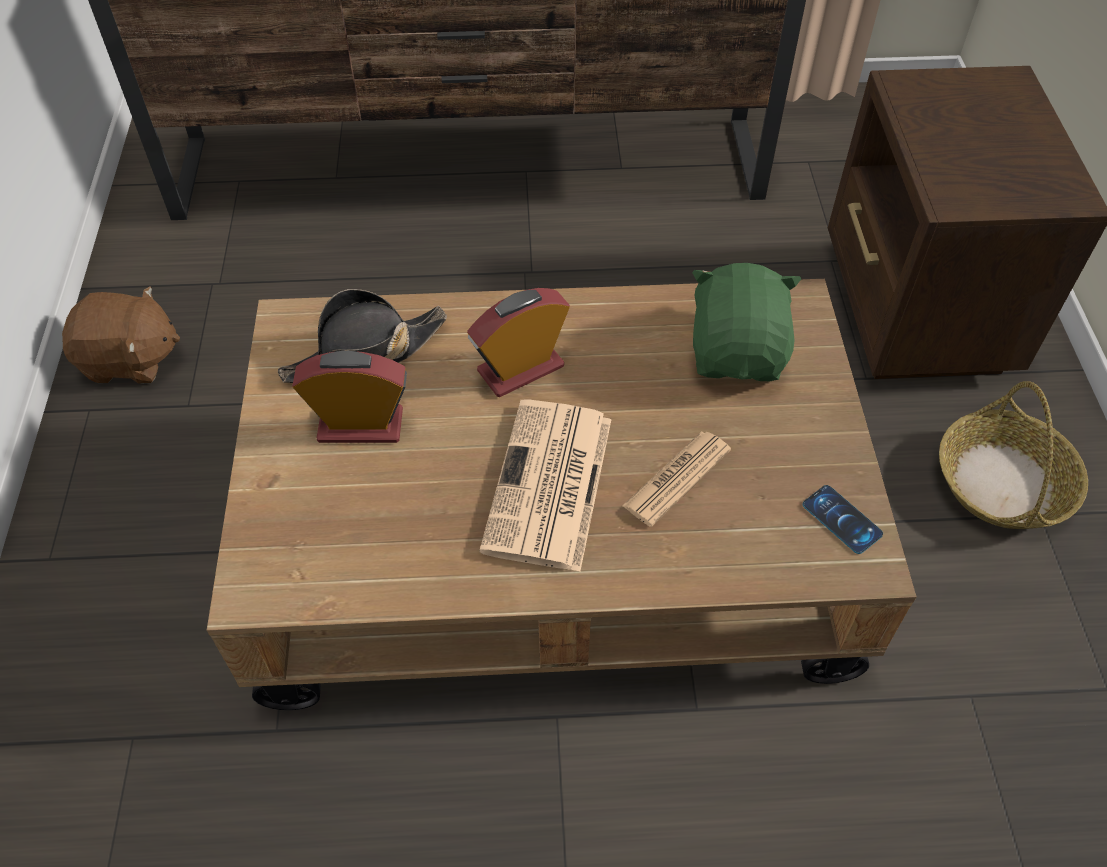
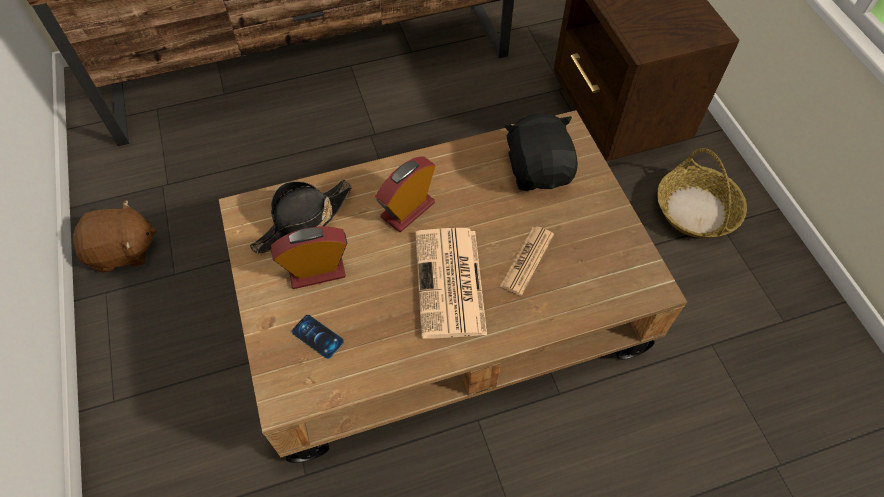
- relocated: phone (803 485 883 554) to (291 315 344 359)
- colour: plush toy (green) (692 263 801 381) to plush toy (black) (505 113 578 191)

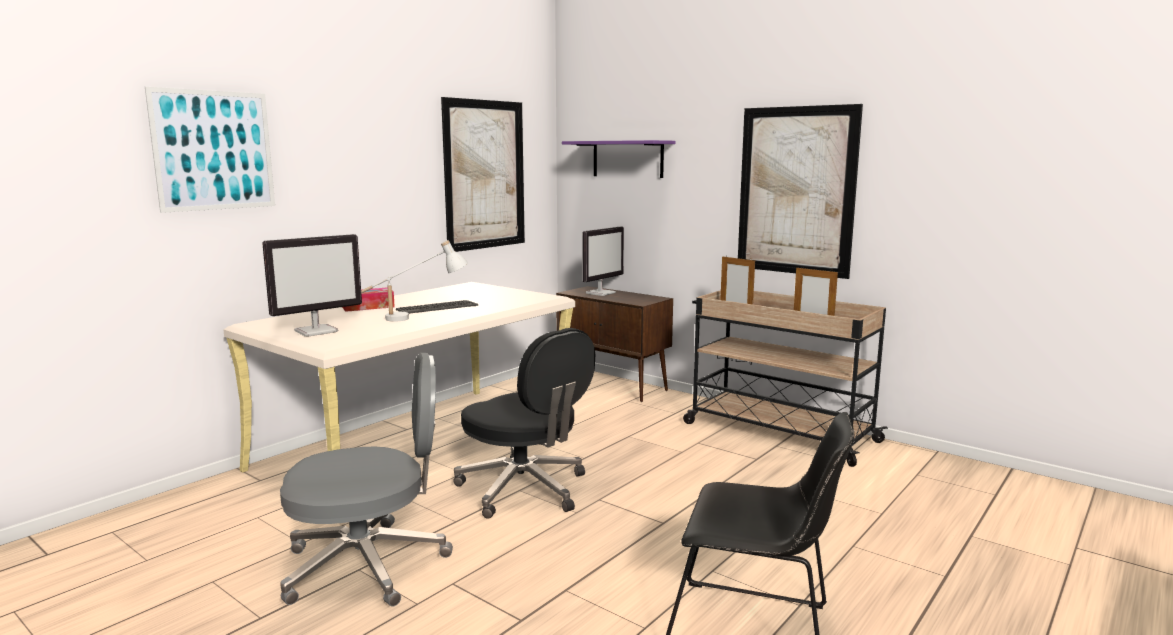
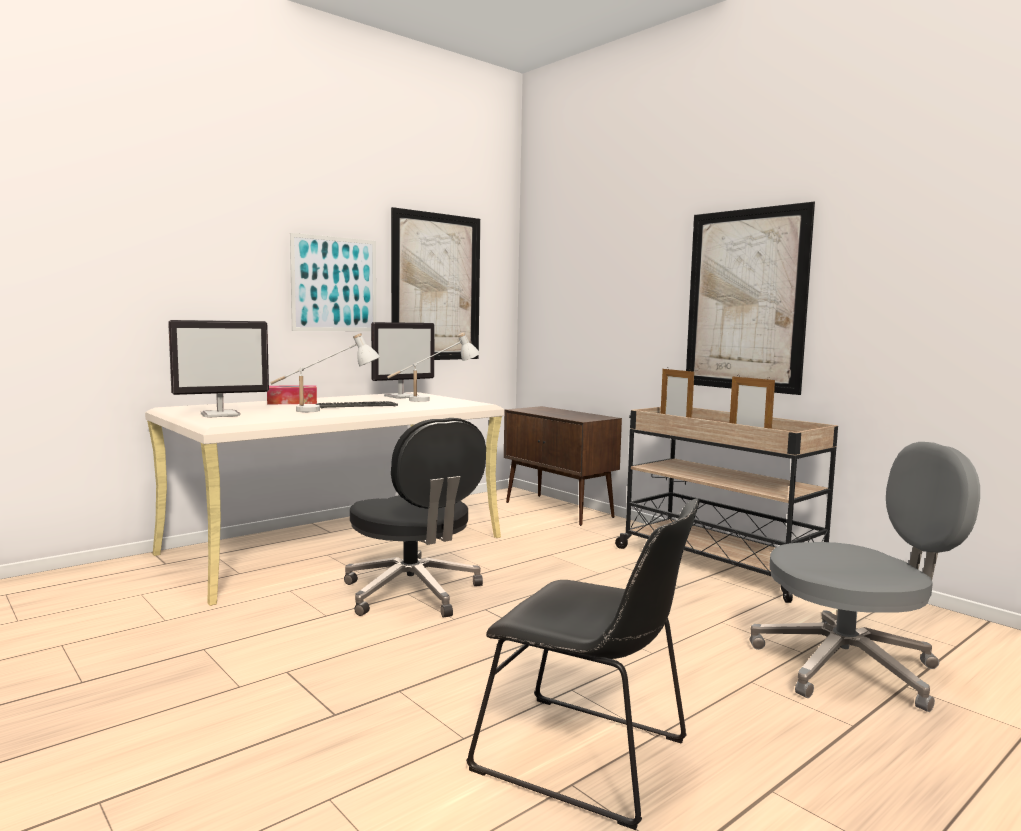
- missing: shelf (purple) (562 140 675 178)
- appeared: table lamp (white) (387 332 480 402)
- relocated: picture (145 87 275 213) to (290 233 376 331)
- relocated: office chair (grey) (280 353 453 607) to (750 442 980 712)
- relocated: monitor (583 226 624 296) to (371 322 435 399)

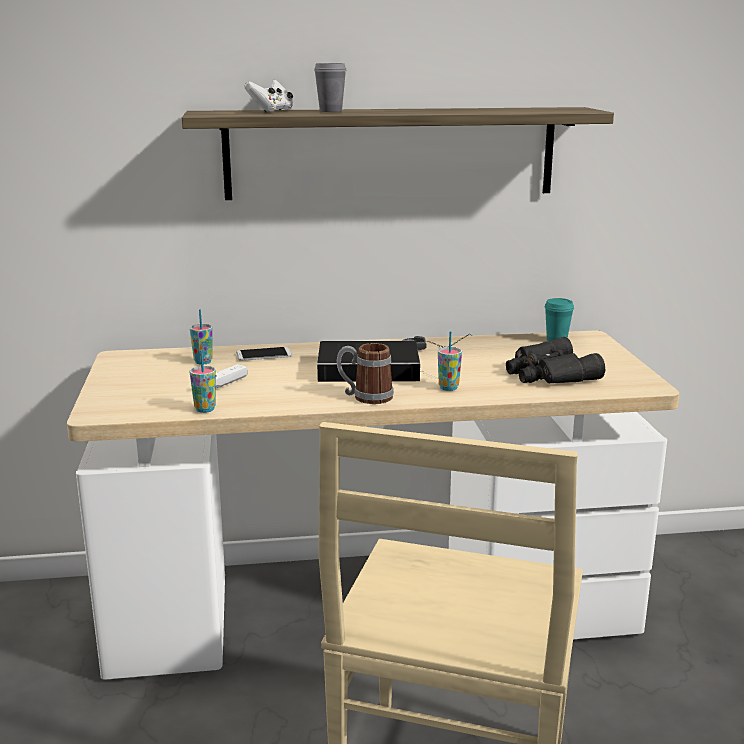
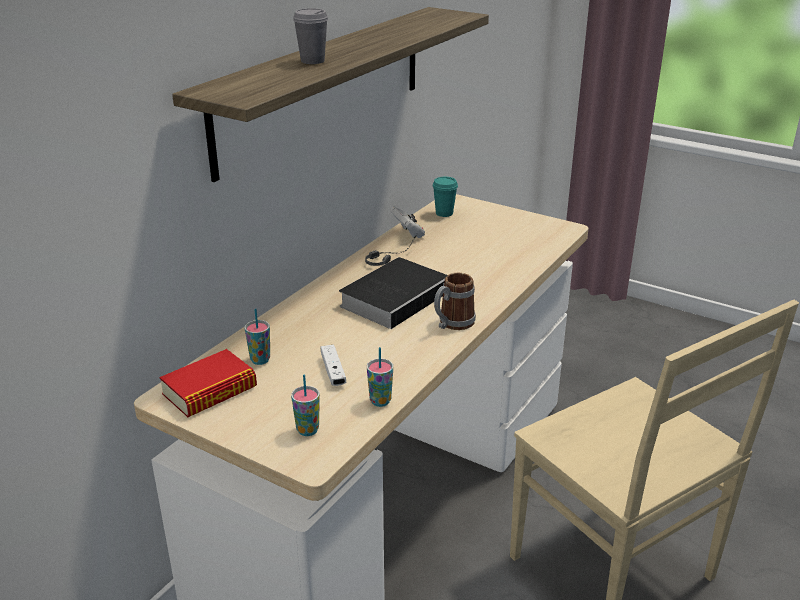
- missing: phone (236 347 292 361)
- missing: binoculars (black) (506 337 605 383)
- appeared: book (160 349 257 417)
- relocated: game controller (white) (245 80 293 112) to (390 206 425 238)
- relocated: cup (438 332 462 391) to (291 375 320 436)

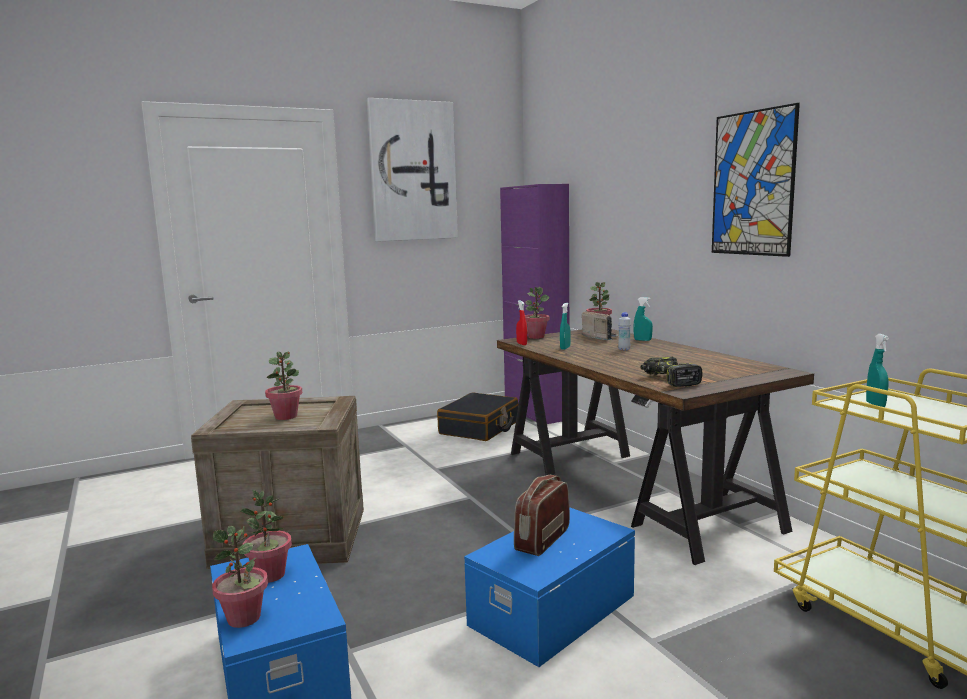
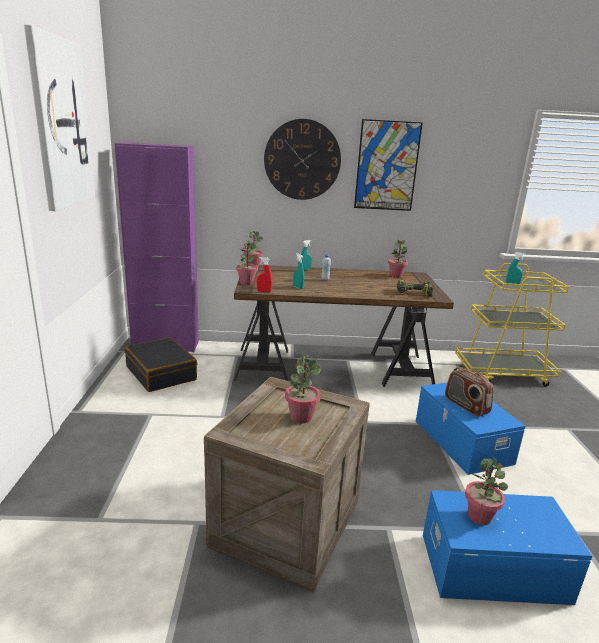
- missing: radio (582 311 619 340)
- appeared: wall clock (264 119 341 200)
- relocated: potted plant (212 525 268 628) to (388 240 408 278)

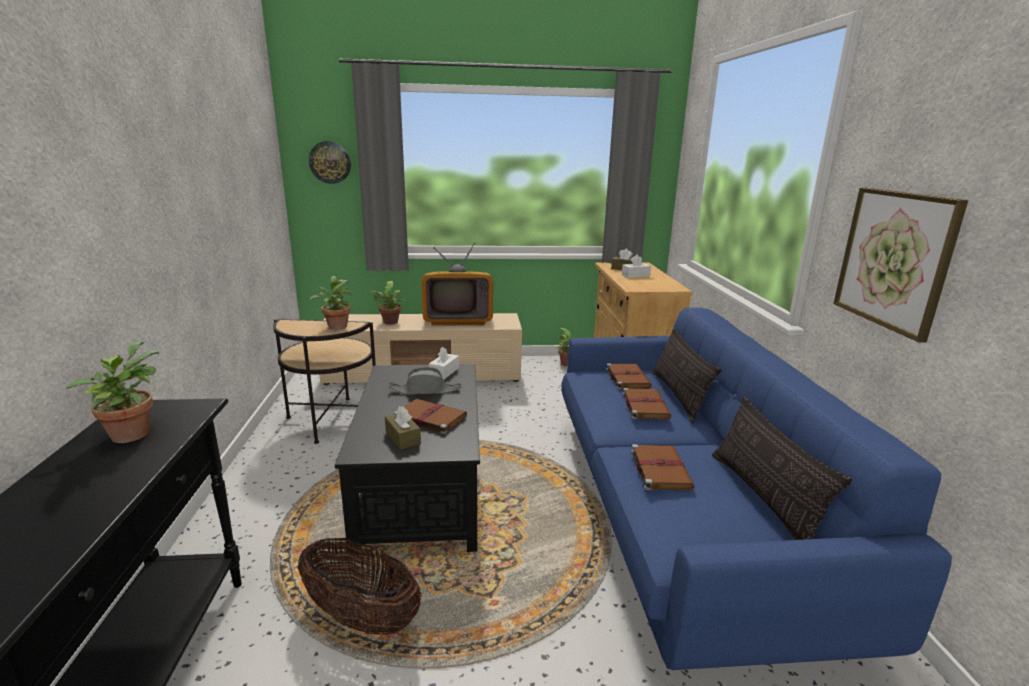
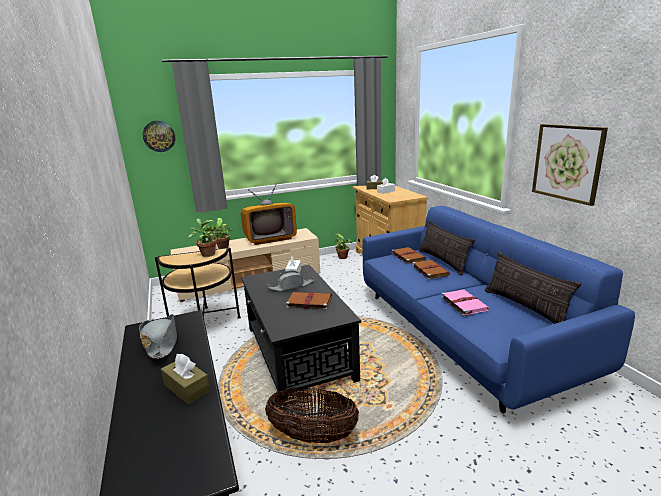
- relocated: tissue box (brown) (385 406 421 450) to (161 353 210 405)
- exchanged: potted plant (66 341 159 443) to hat (grey) (139 314 177 359)
- colour: book (brown) (631 444 695 490) to book (pink) (441 289 490 316)

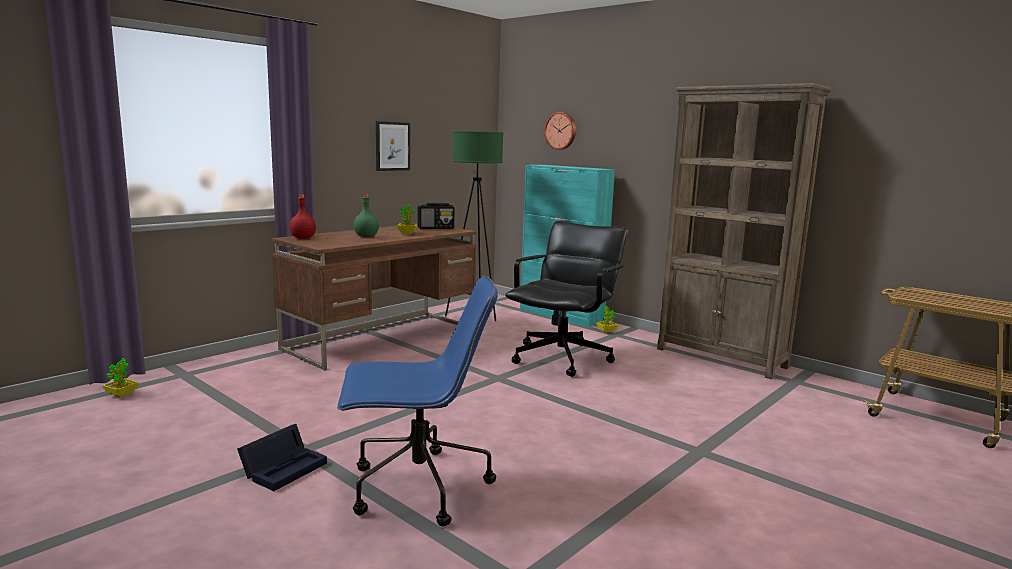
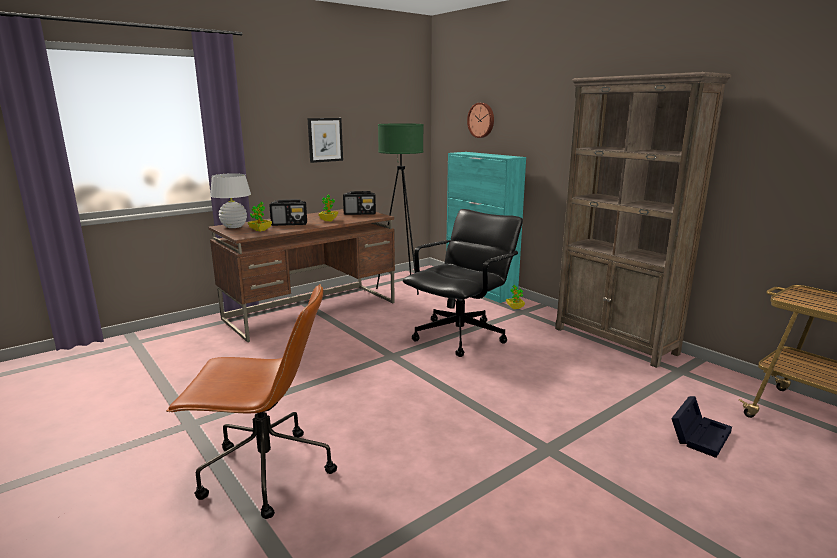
- relocated: potted plant (103 358 138 397) to (248 202 272 231)
- relocated: storage box (black) (237 424 327 491) to (671 396 732 458)
- exchanged: bottle (red) (289 194 316 239) to table lamp (white) (210 173 251 228)
- exchanged: bottle (green) (353 194 379 237) to radio (269 199 307 226)
- colour: office chair (blue) (337 276 498 527) to office chair (brown) (166 284 337 519)

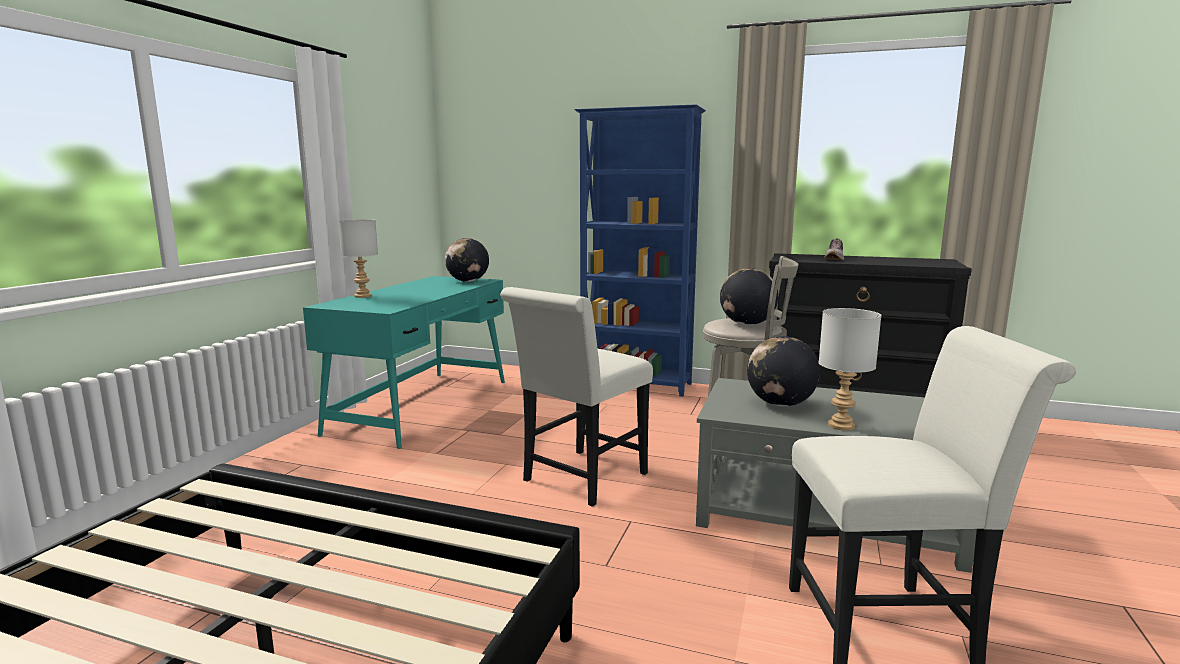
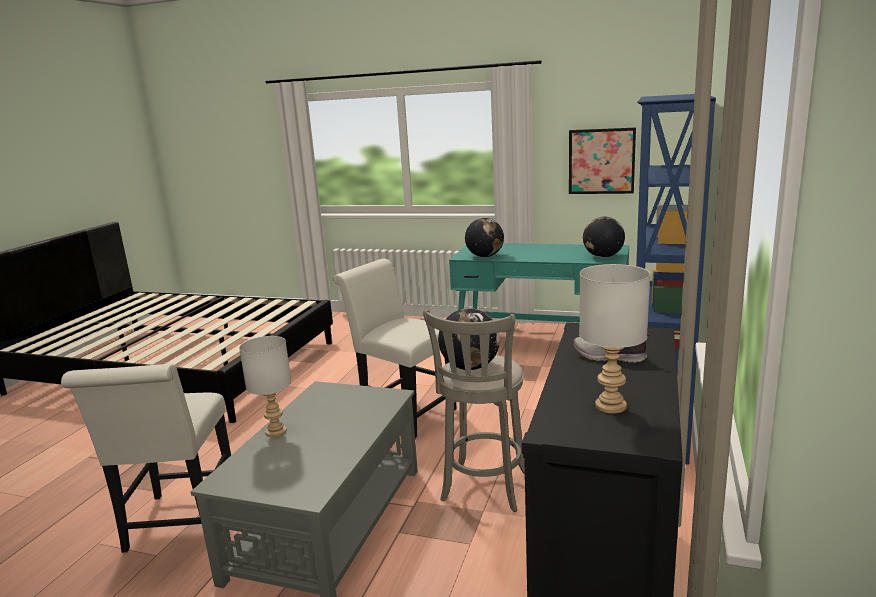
- appeared: picture (569 128 636 194)
- relocated: table lamp (grey) (338 219 378 298) to (579 264 650 414)
- relocated: globe (747 336 820 406) to (465 218 504 257)

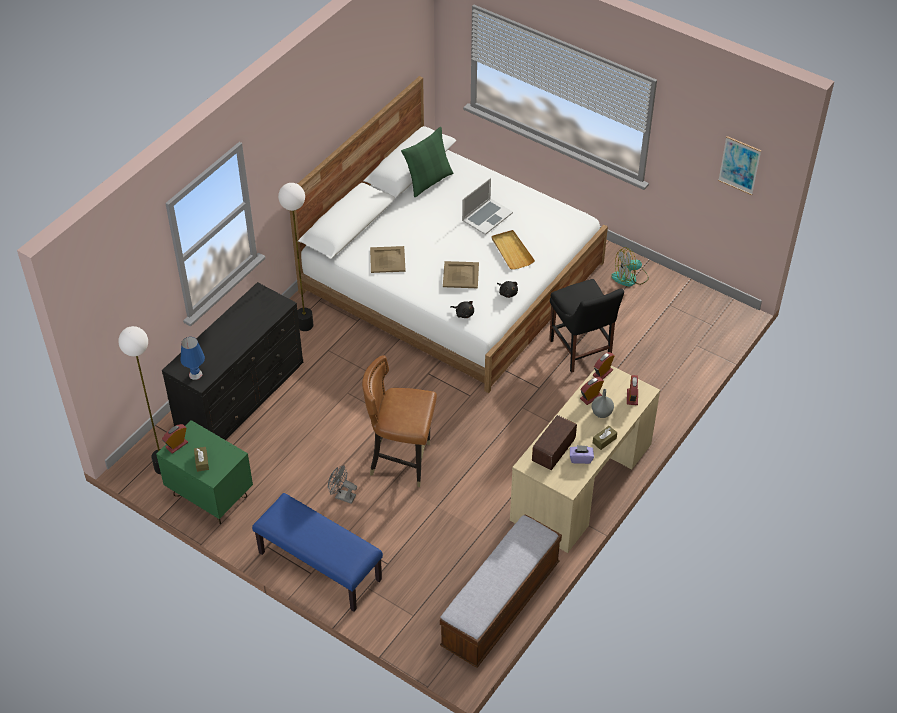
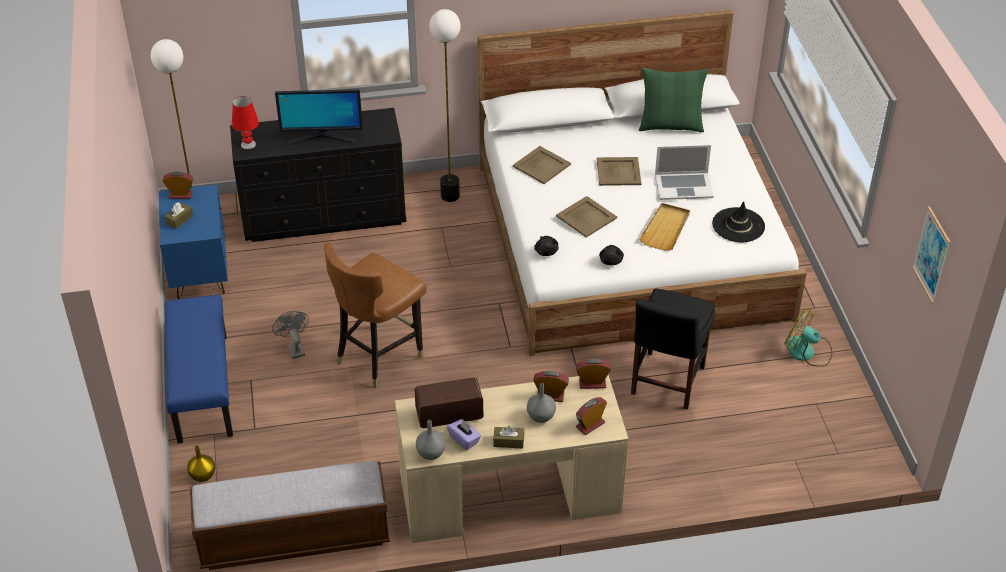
- appeared: vase (yellow) (187 445 215 482)
- appeared: monitor (275 89 363 144)
- appeared: vase (grey) (416 420 446 460)
- appeared: tray (beige) (597 157 641 186)
- appeared: hat (black) (712 201 765 242)
- colour: nightstand (green) (156 420 253 524) to nightstand (blue) (159 184 228 299)
- colour: table lamp (blue) (180 337 205 380) to table lamp (red) (232 96 259 149)
- spun: chair (brown) (362 356 437 487) = (324 243 427 388) 105 degrees counterclockwise

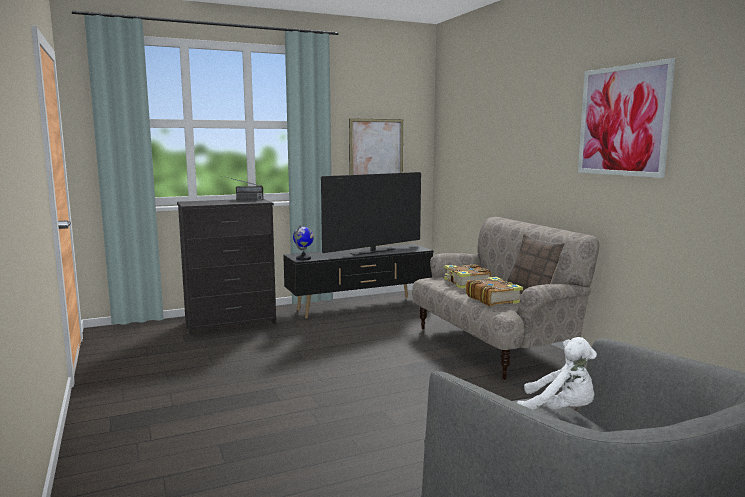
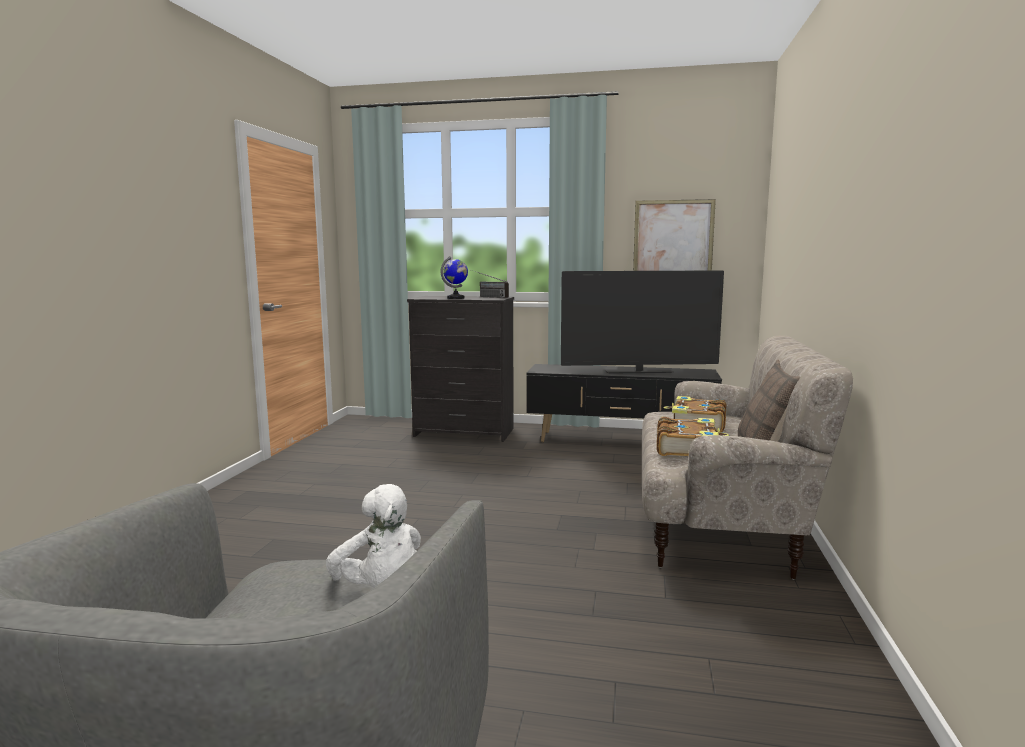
- missing: picture (578 58 676 178)
- relocated: globe (293 225 314 260) to (441 256 468 299)

